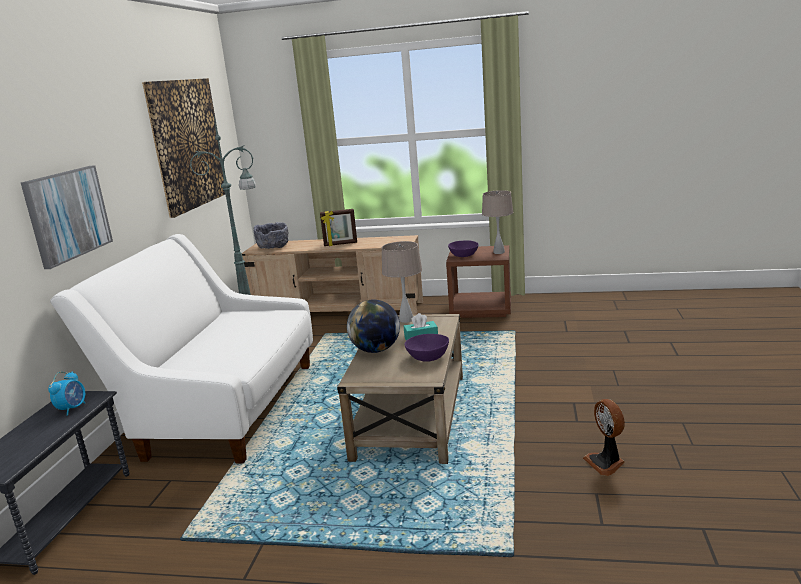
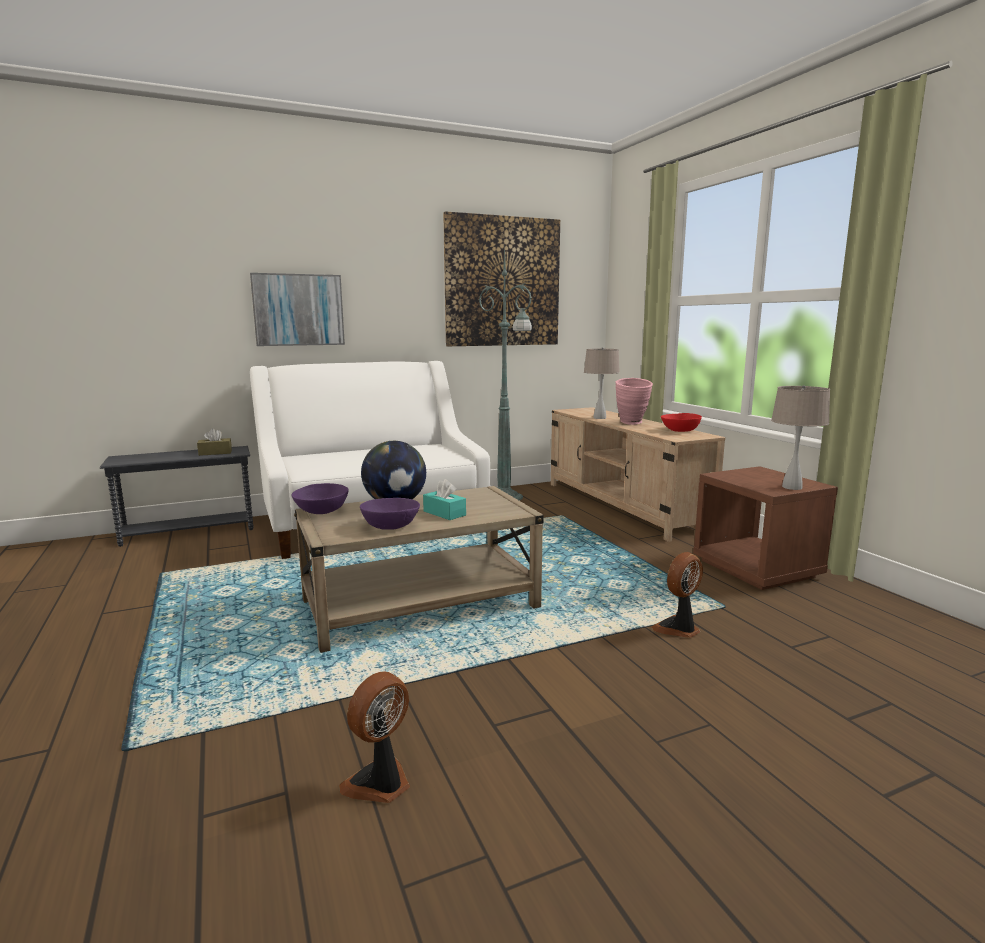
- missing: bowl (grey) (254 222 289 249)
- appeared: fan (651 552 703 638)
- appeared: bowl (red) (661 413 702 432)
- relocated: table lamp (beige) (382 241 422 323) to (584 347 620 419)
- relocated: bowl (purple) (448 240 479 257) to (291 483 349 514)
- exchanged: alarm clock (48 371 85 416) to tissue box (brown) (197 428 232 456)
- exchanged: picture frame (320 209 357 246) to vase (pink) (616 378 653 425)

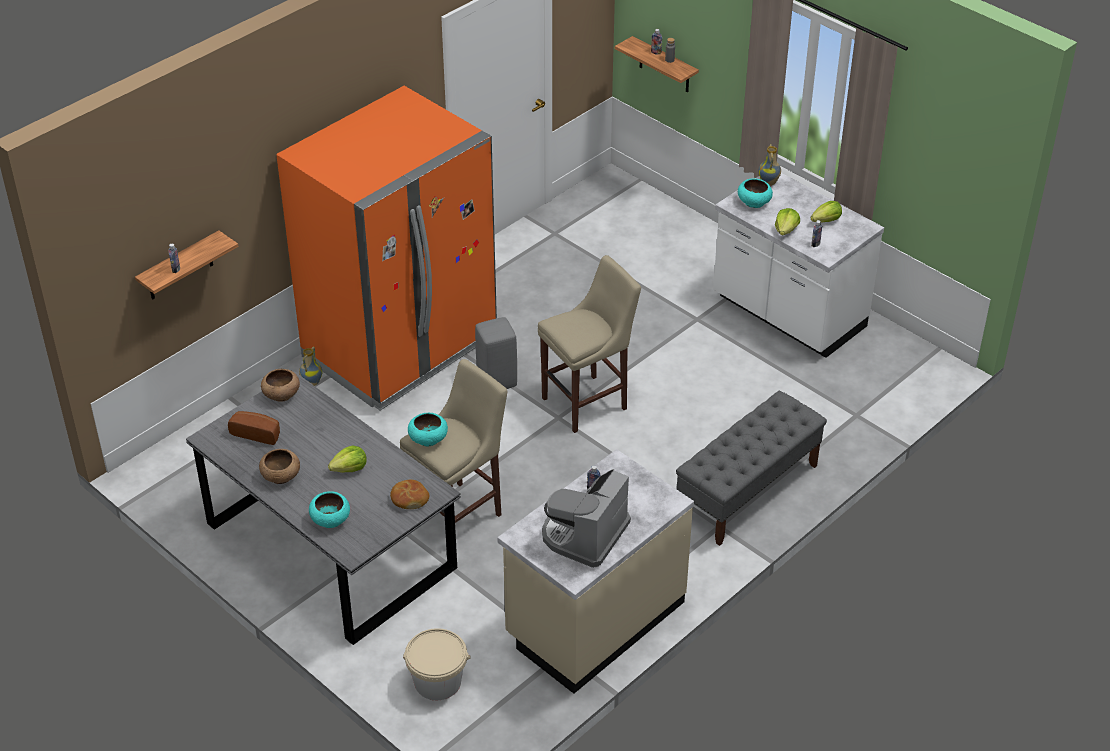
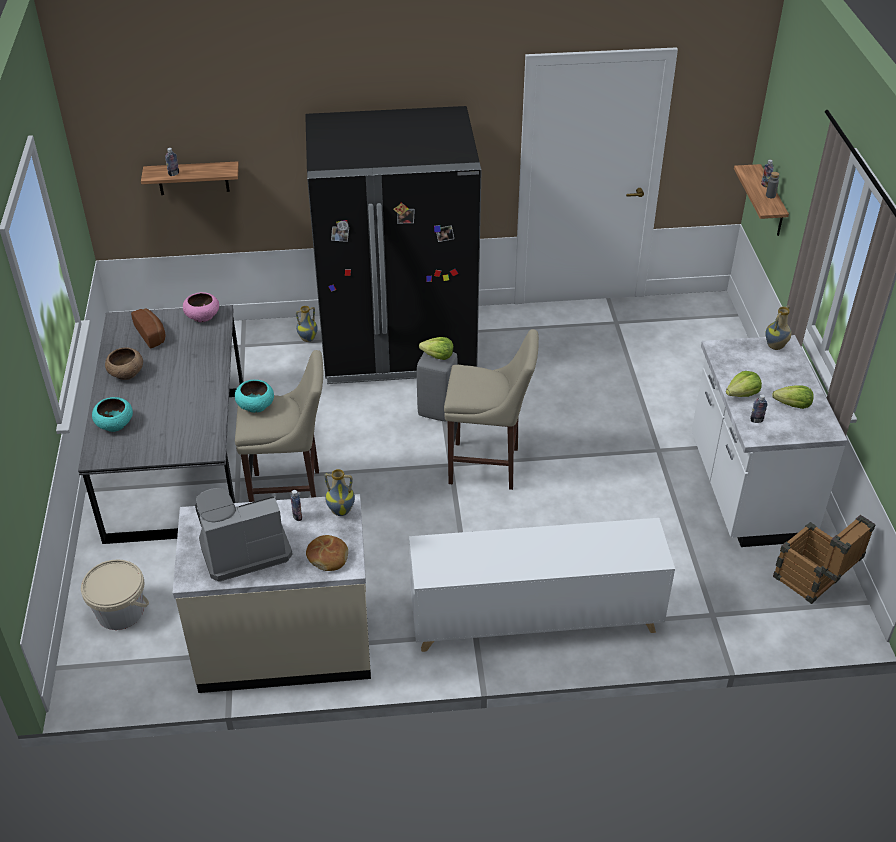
- missing: bowl (turquoise) (738 178 773 208)
- appeared: vase (324 469 355 516)
- appeared: crate (773 515 876 604)
- relocated: lettuce (328 446 367 473) to (419 337 454 360)
- relocated: bread (390 480 429 509) to (306 535 348 571)
- exchanged: bench (grey) (676 391 827 546) to cabinet (white) (409 518 675 652)
- colour: bowl (brown) (261 369 300 402) to bowl (pink) (183 292 219 322)
- colour: fridge (orange) (276 86 497 411) to fridge (black) (305 106 482 384)

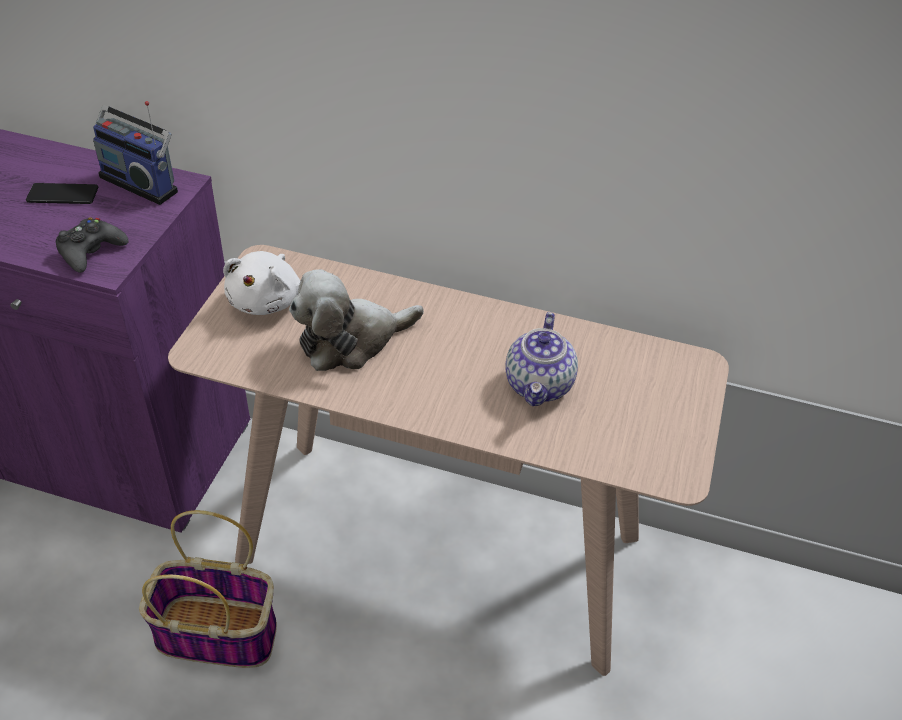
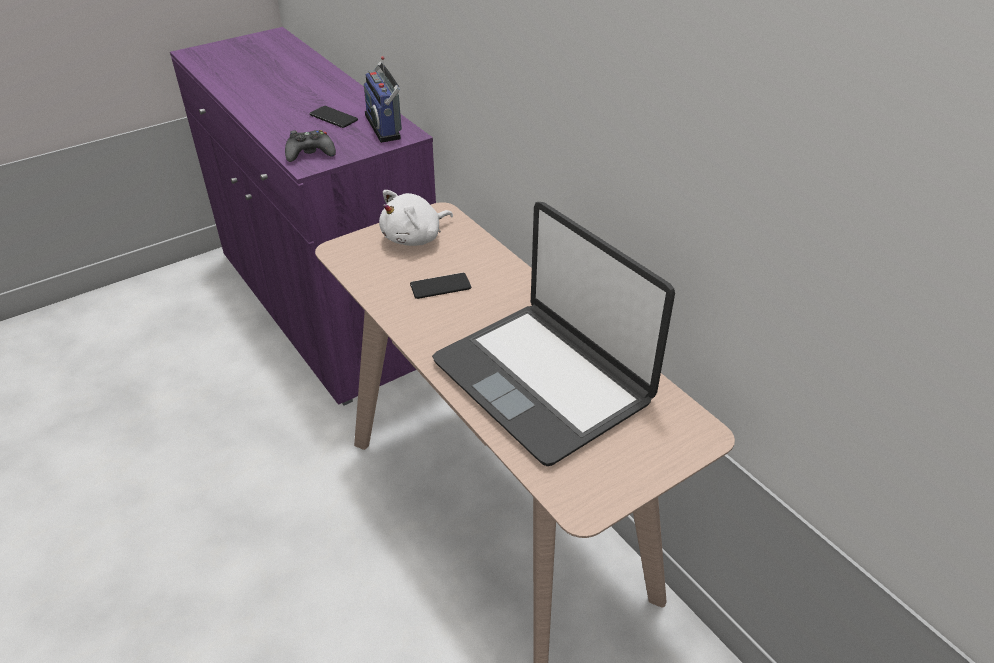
- missing: basket (139 510 277 668)
- exchanged: plush toy (289 269 424 371) to phone (410 273 471 299)
- exchanged: teapot (505 312 578 406) to laptop (432 202 675 466)

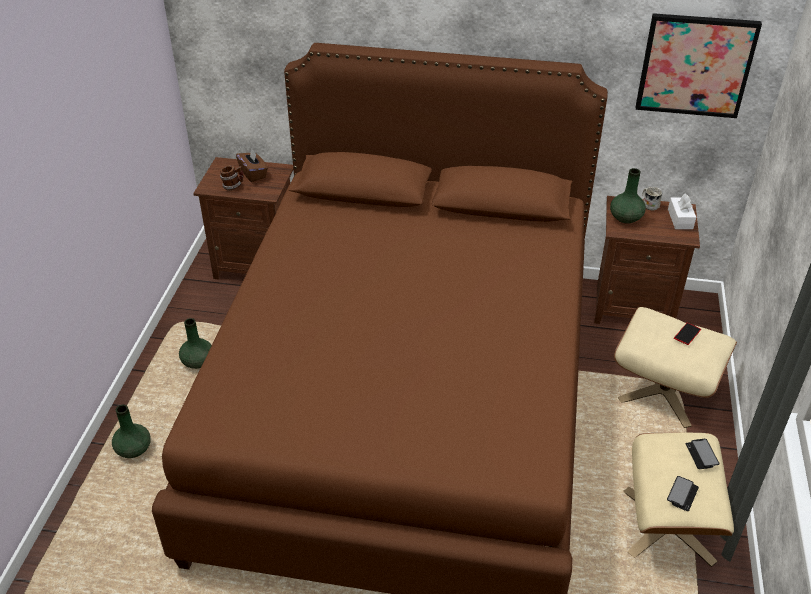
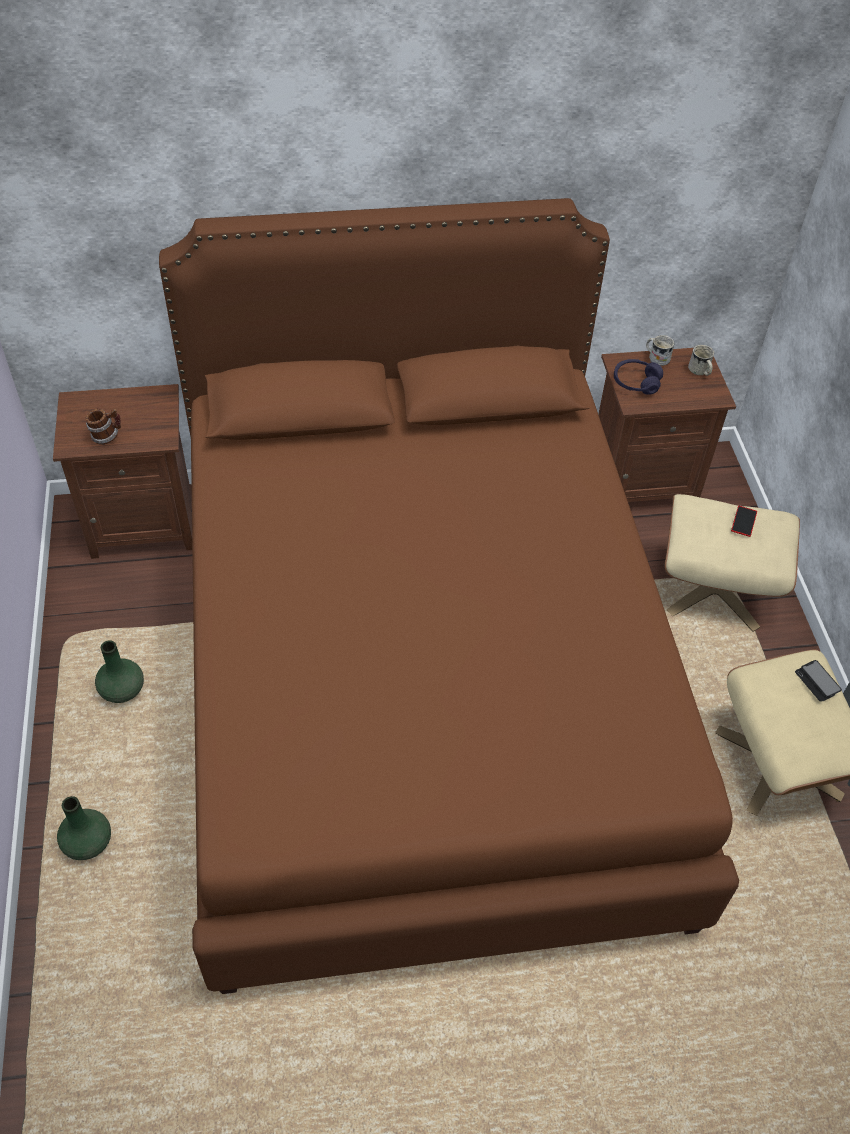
- missing: tissue box (brown) (236 148 268 182)
- missing: picture (636 13 762 118)
- missing: phone (667 476 699 511)
- exchanged: vase (green) (610 168 646 224) to headphones (purple) (614 359 663 394)
- exchanged: tissue box (white) (668 194 696 229) to mug (white) (688 345 714 376)

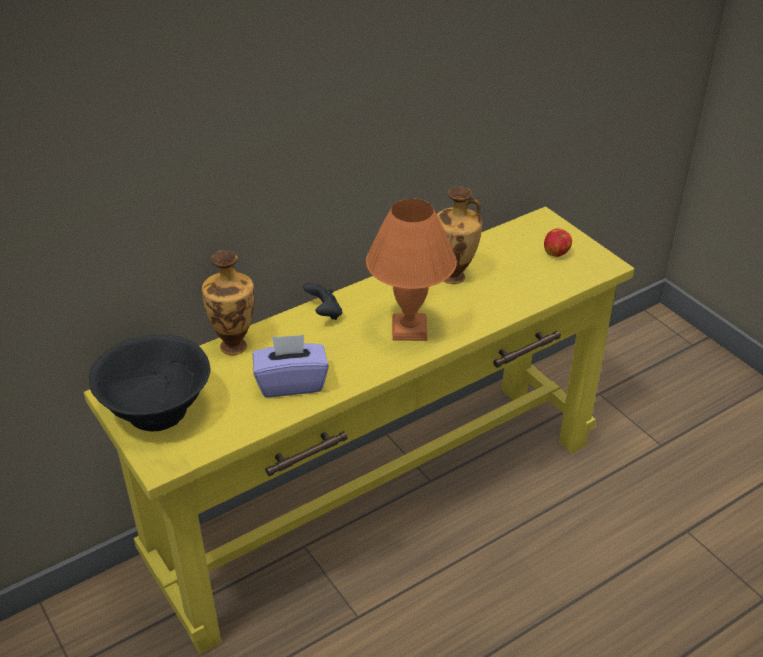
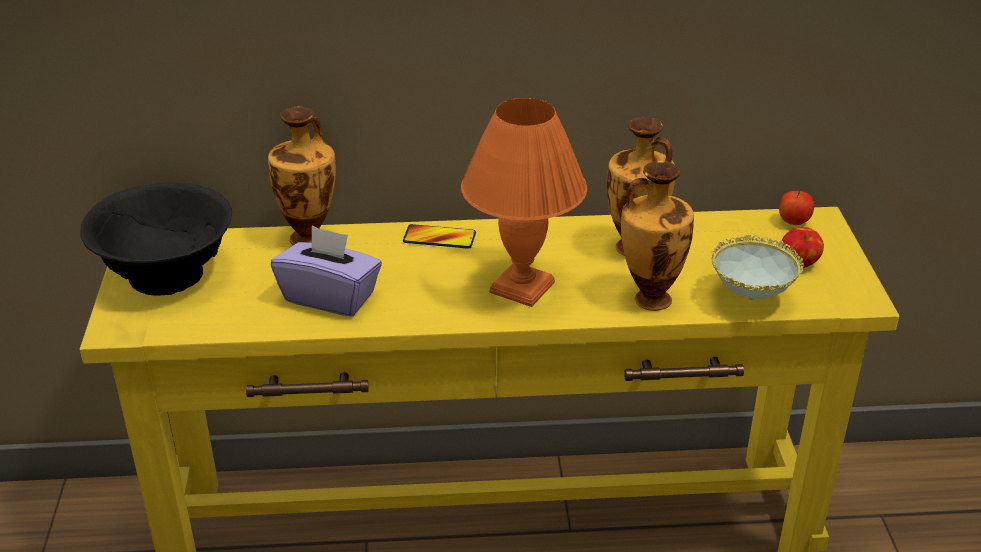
- appeared: vase (621 161 694 311)
- appeared: bowl (711 234 804 300)
- appeared: apple (779 191 814 226)
- exchanged: game controller (black) (303 282 342 320) to phone (403 224 476 249)

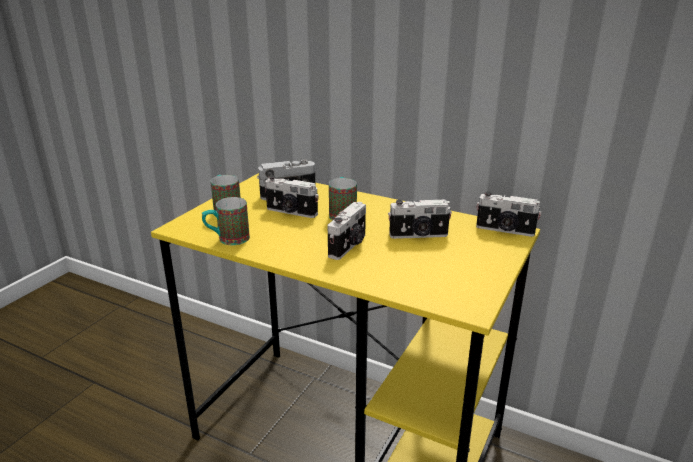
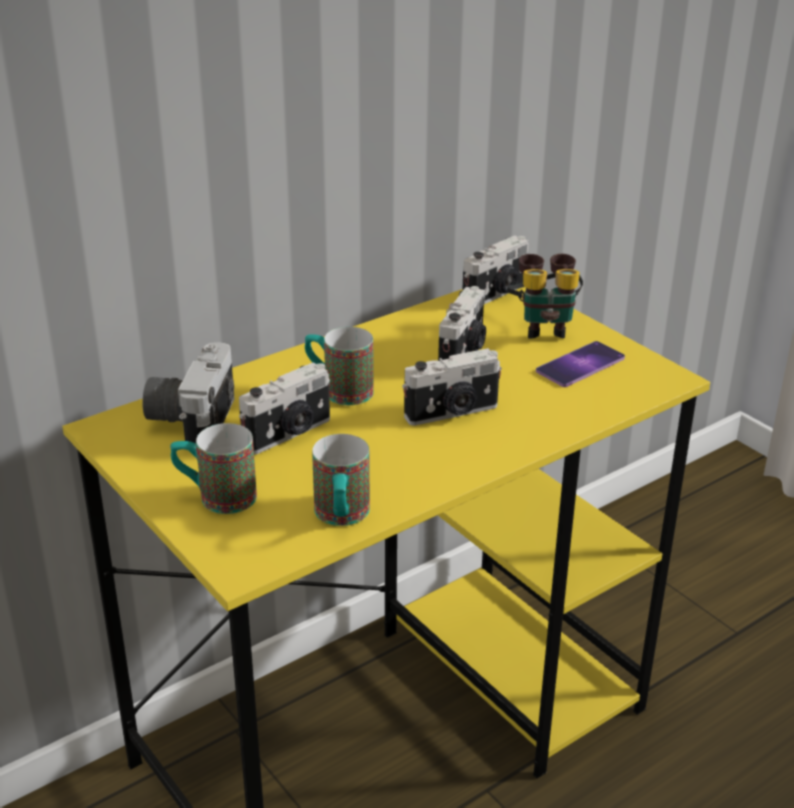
- appeared: binoculars (507 254 583 339)
- appeared: phone (536 341 625 387)
- spun: photo camera (328 202 366 260) = (402 348 502 426) 105 degrees clockwise

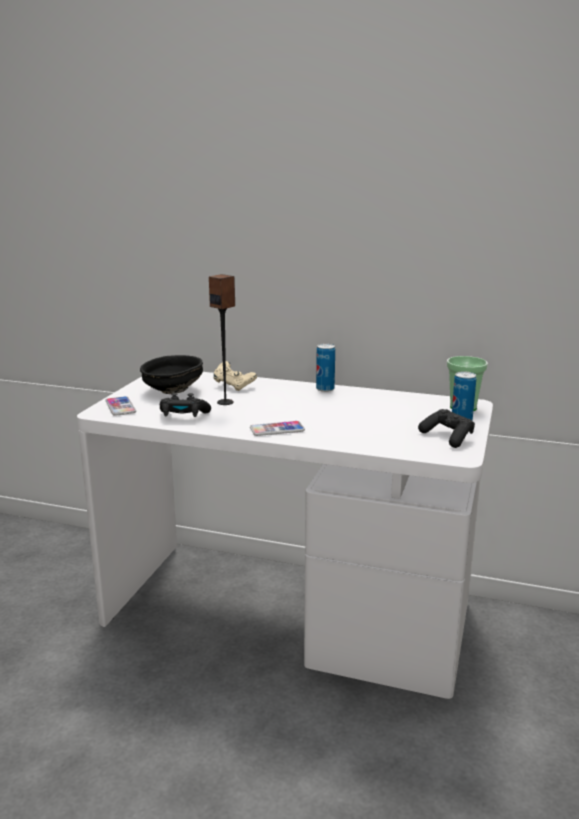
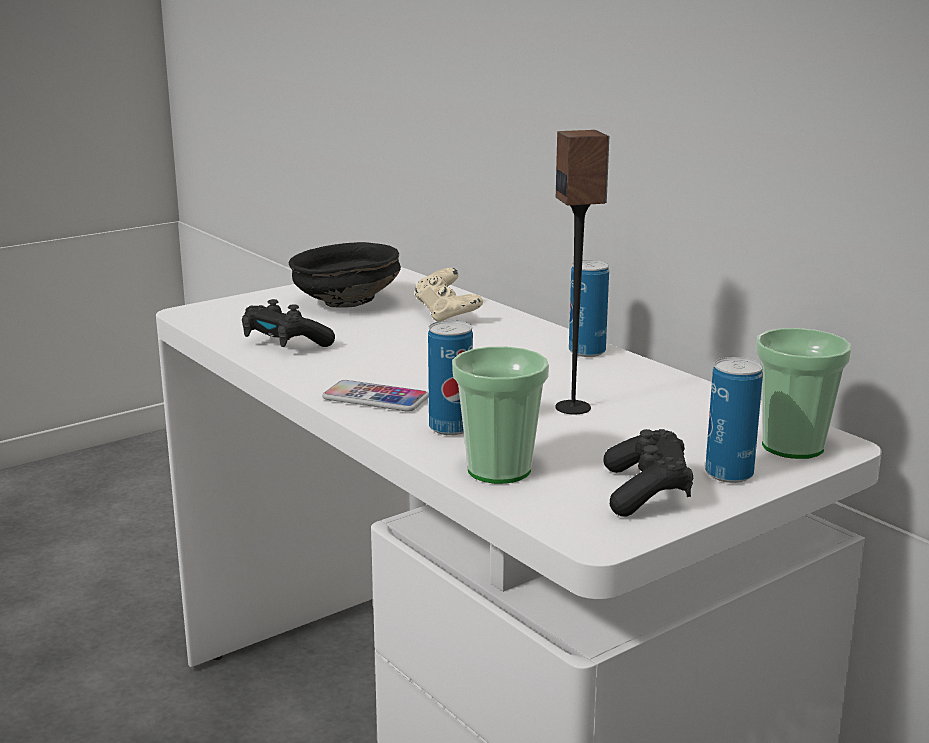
- missing: phone (105 396 136 416)
- appeared: can (428 320 473 435)
- appeared: cup (452 346 549 484)
- relocated: speaker (209 274 235 405) to (555 130 609 414)

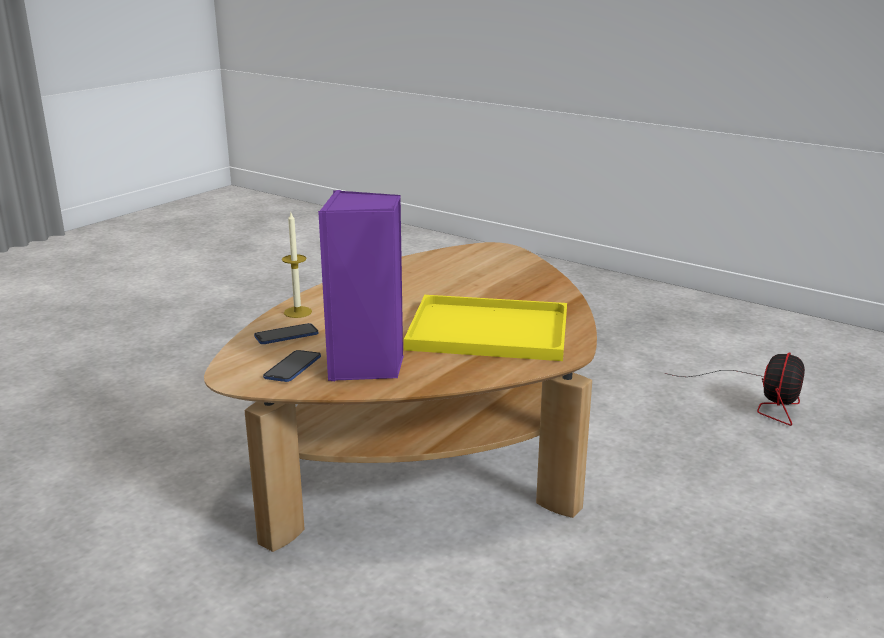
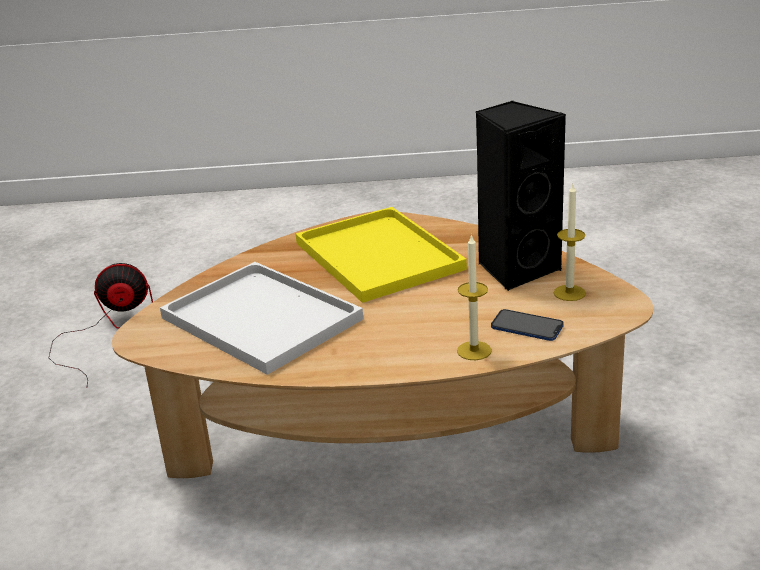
- appeared: tray (white) (160 262 363 375)
- exchanged: phone (263 350 321 382) to candle (553 184 586 301)
- colour: speaker (purple) (318 190 404 381) to speaker (black) (476 100 566 291)

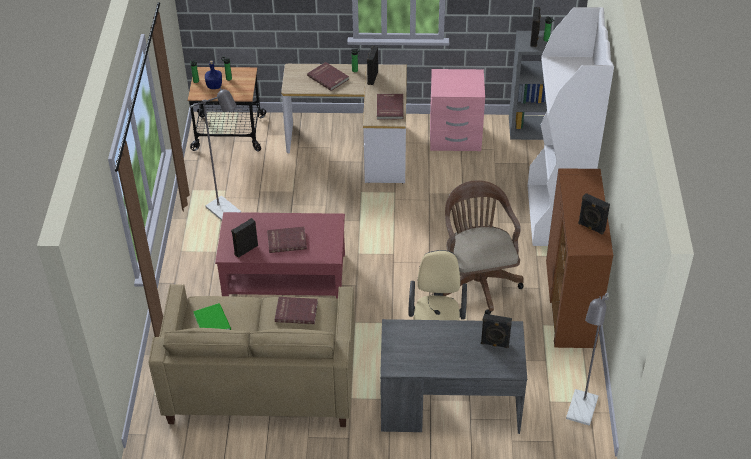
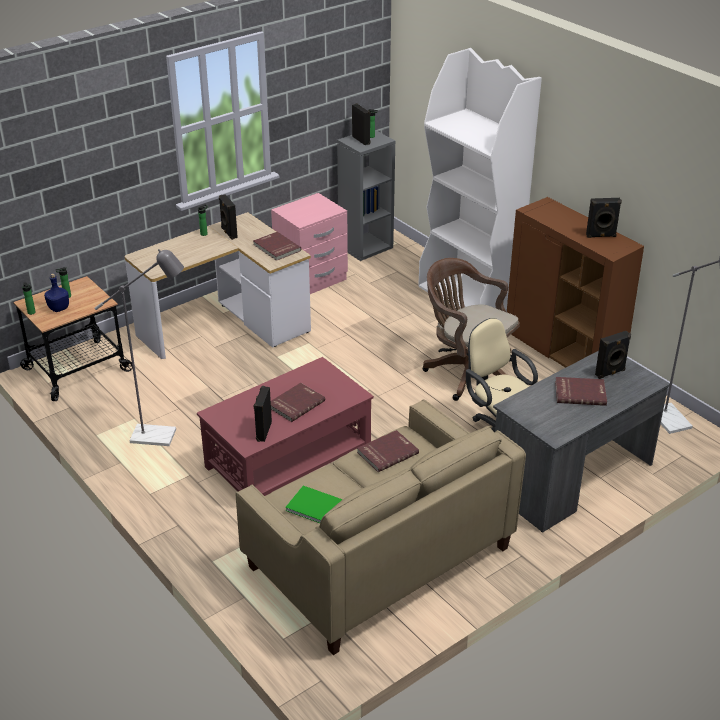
- relocated: book (red) (307 62 349 91) to (555 377 607 406)

